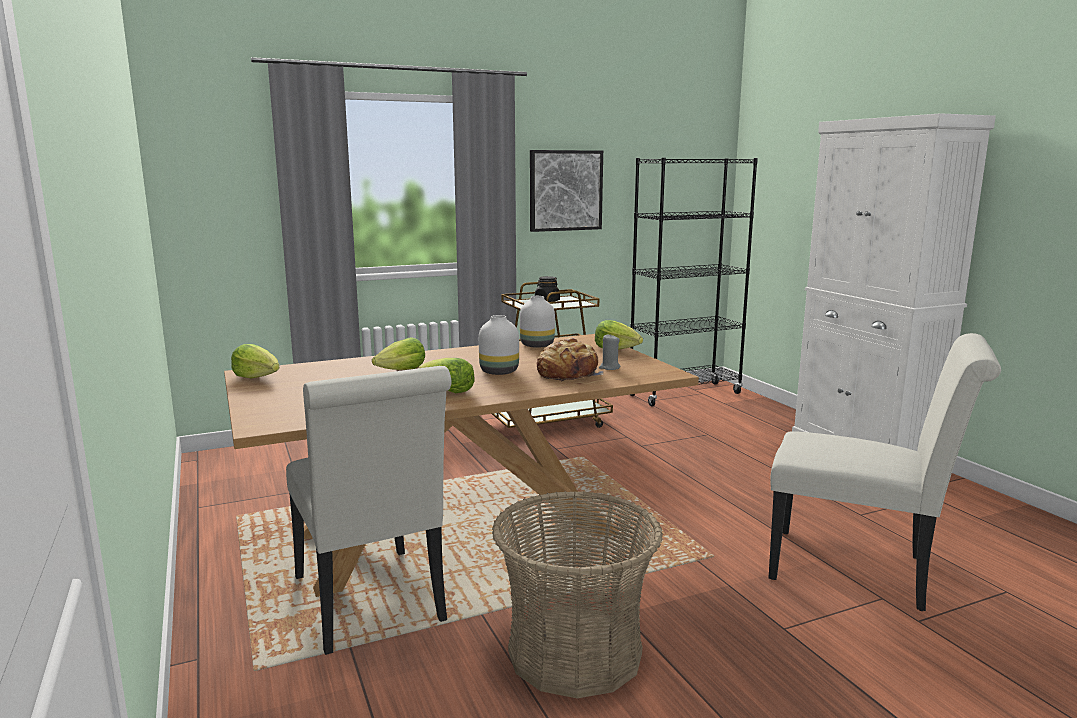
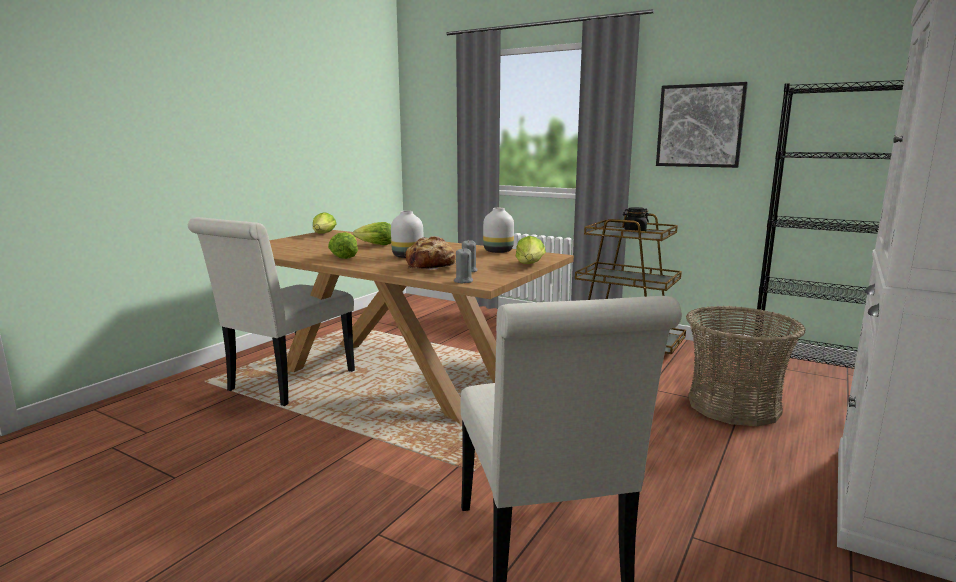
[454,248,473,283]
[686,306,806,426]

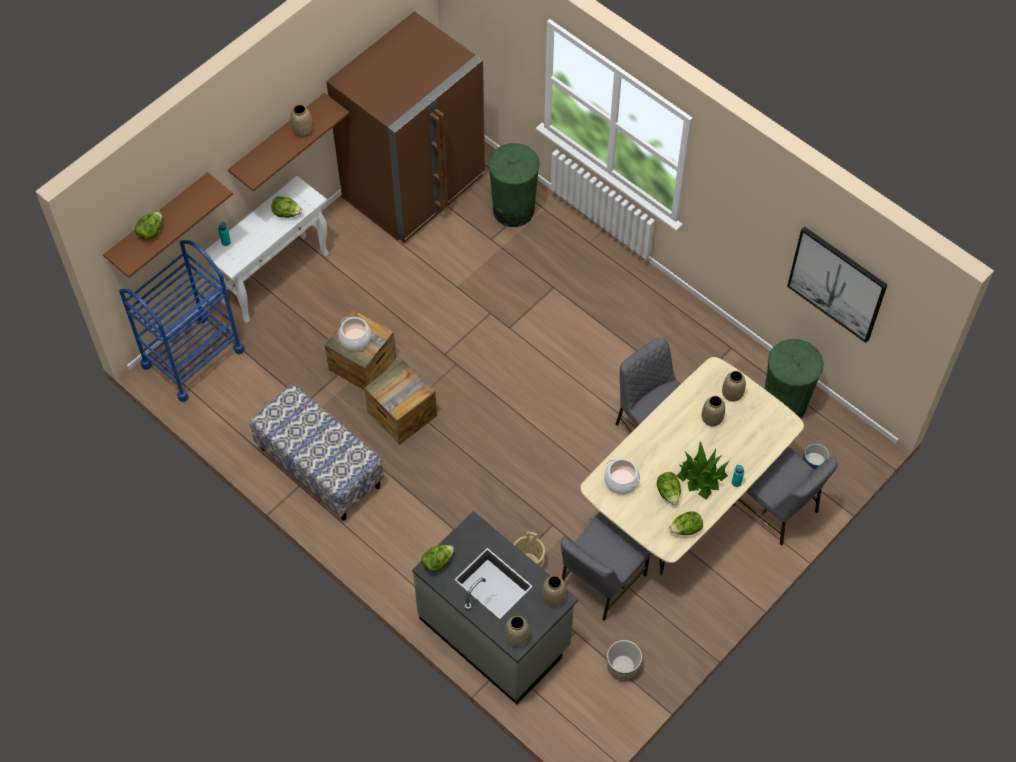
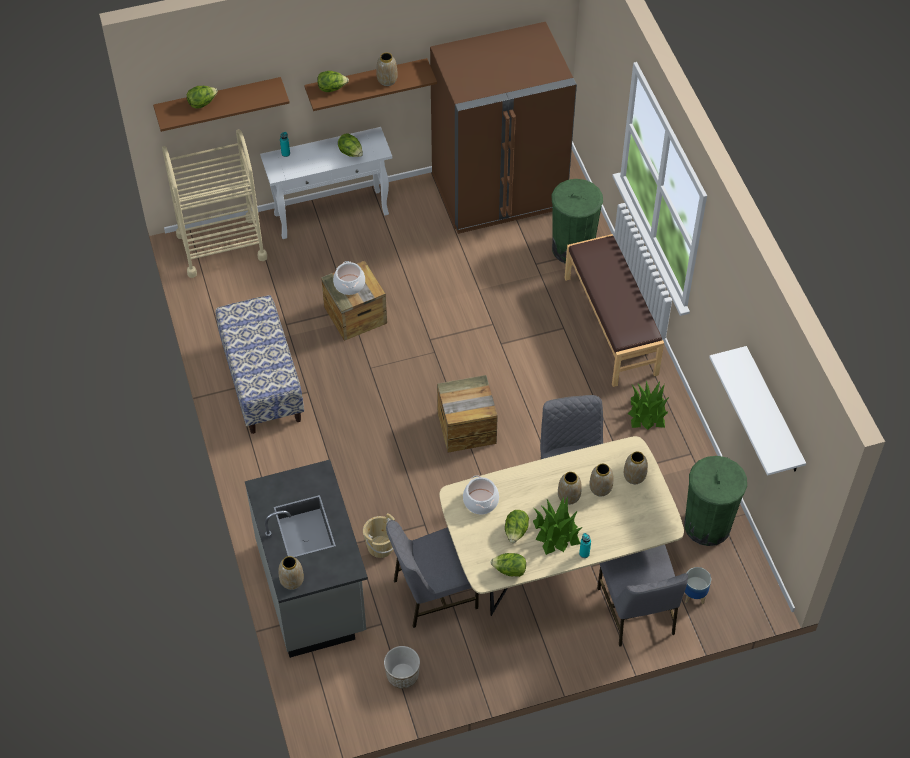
[162,130,267,278]
[317,71,349,92]
[437,375,498,452]
[558,472,582,505]
[565,234,664,387]
[627,381,669,430]
[709,346,806,476]

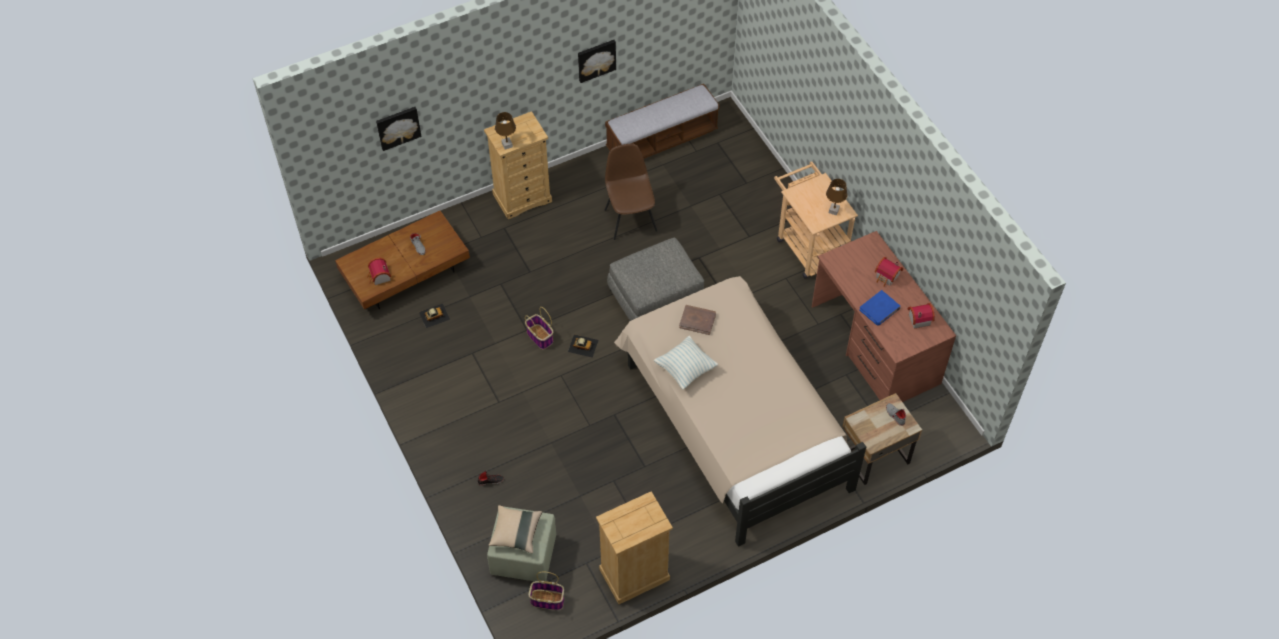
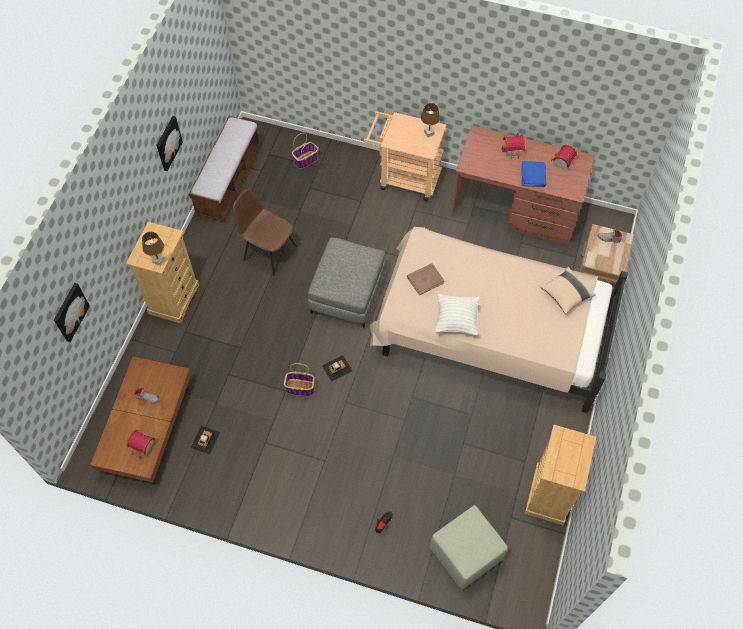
[292,133,319,169]
[539,267,596,314]

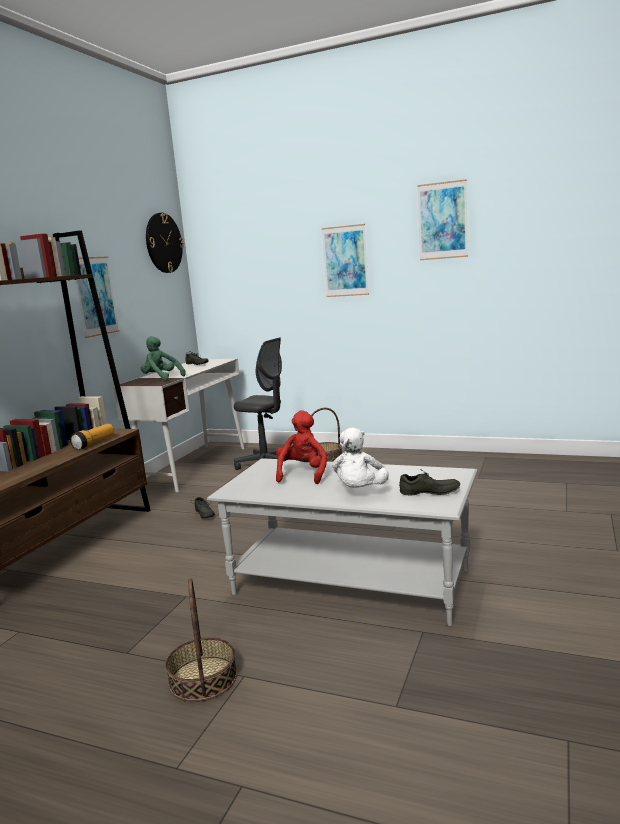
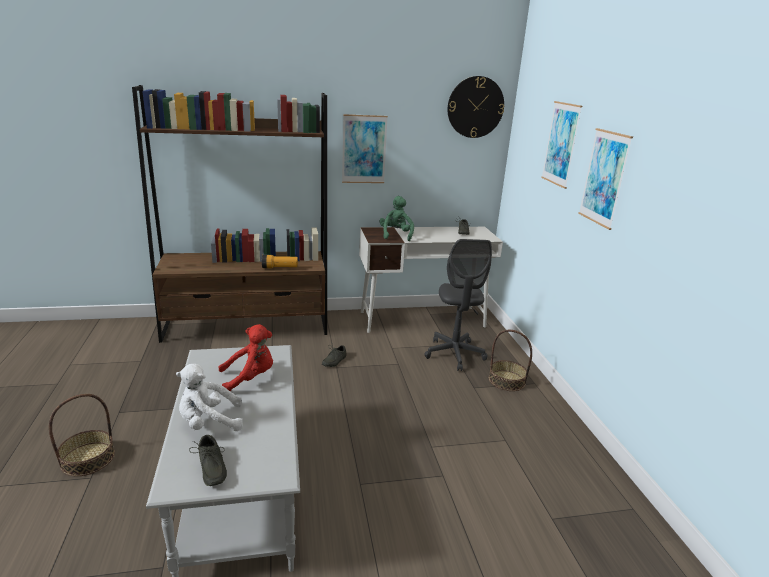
[541,101,582,189]

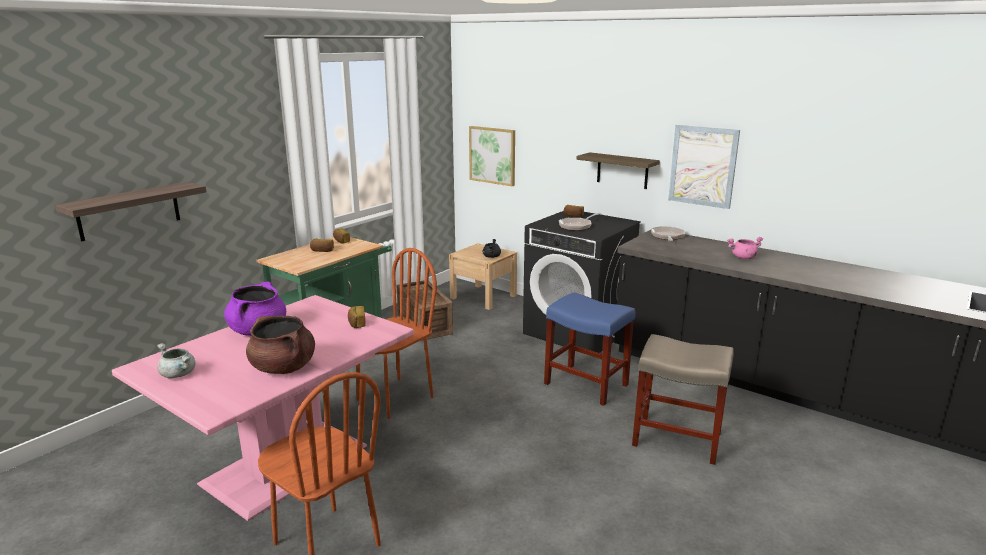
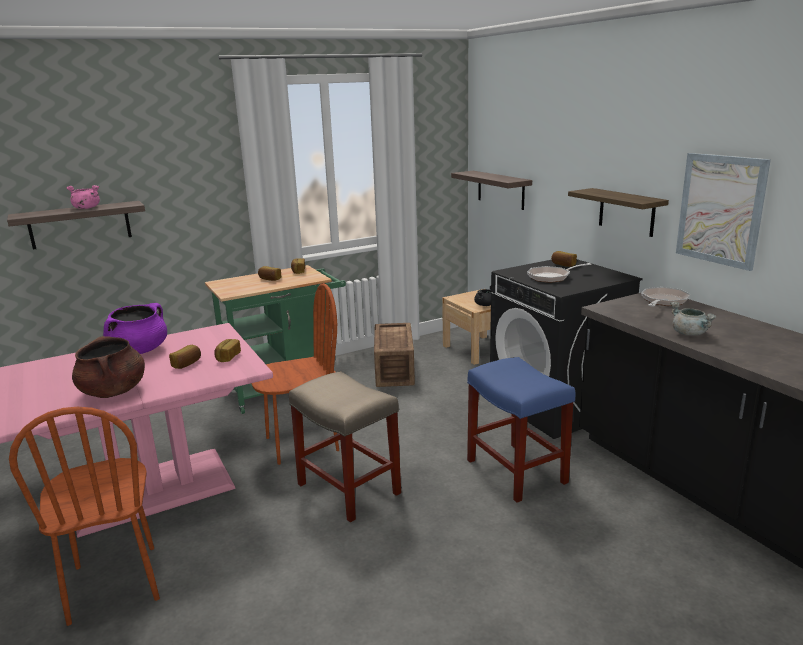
[66,185,100,209]
[169,345,201,369]
[289,371,401,522]
[451,171,532,210]
[670,302,717,336]

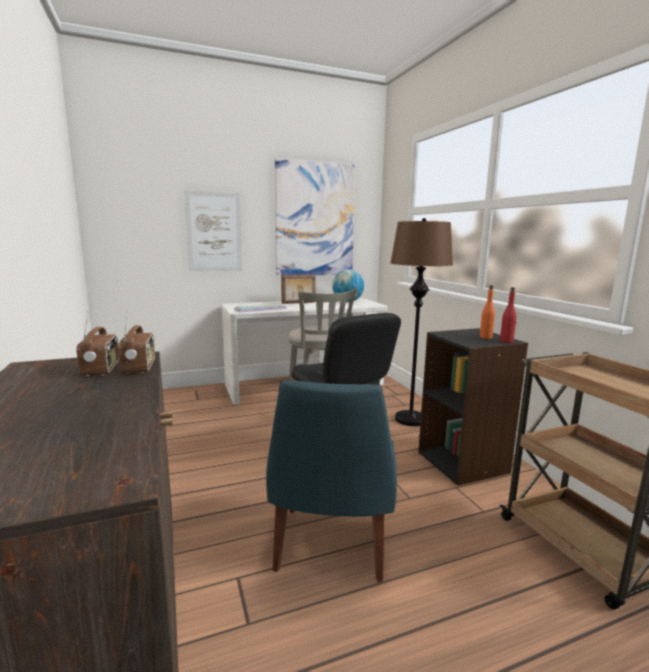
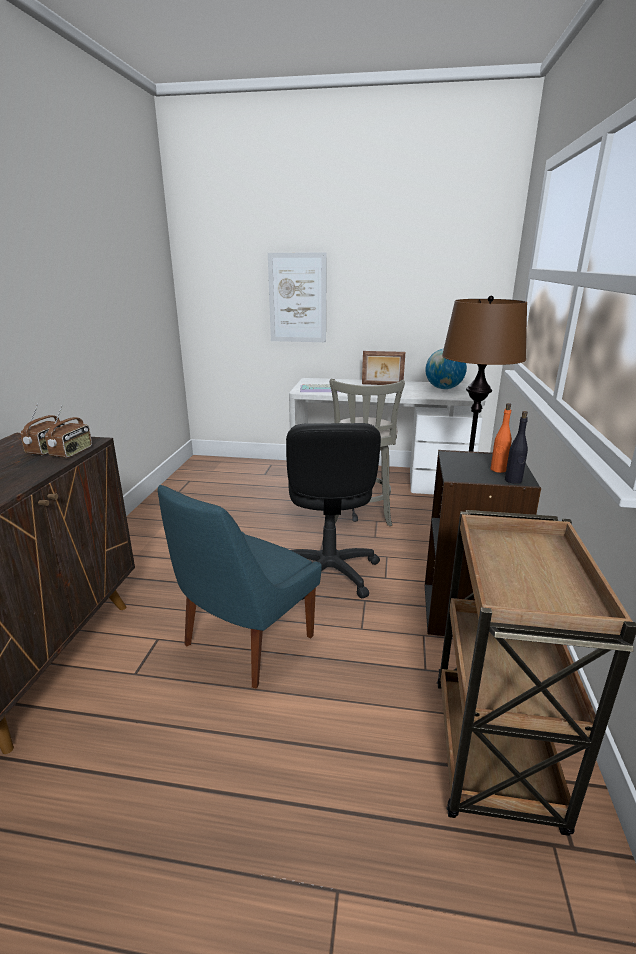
[505,411,528,484]
[275,158,356,276] (first image)

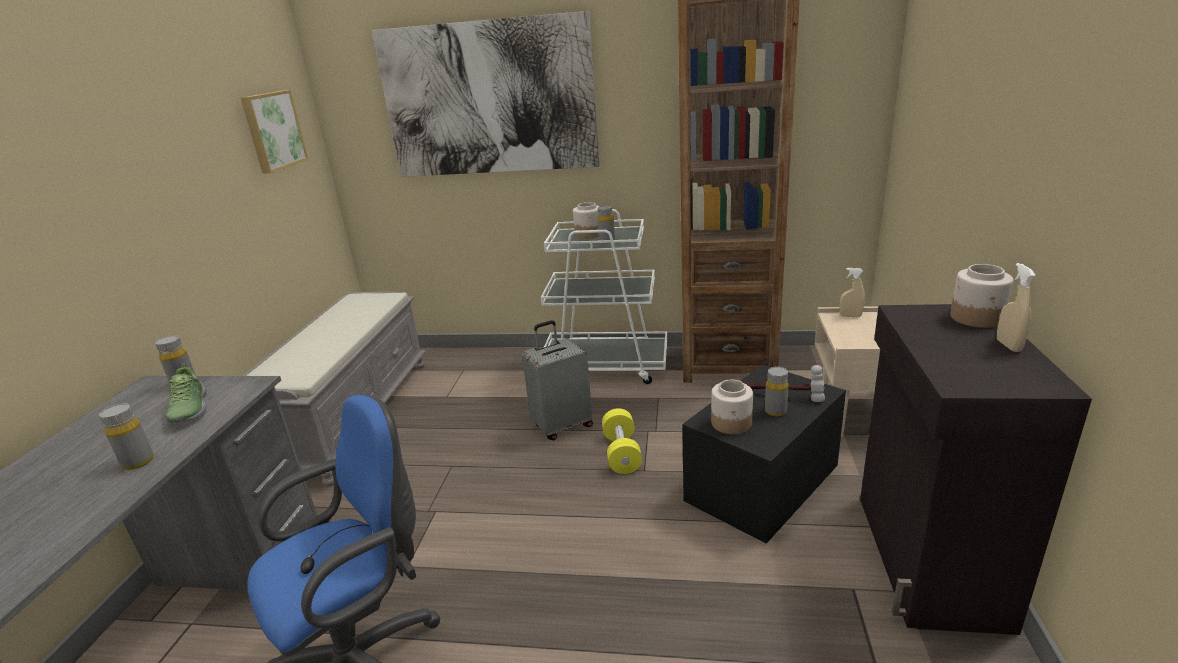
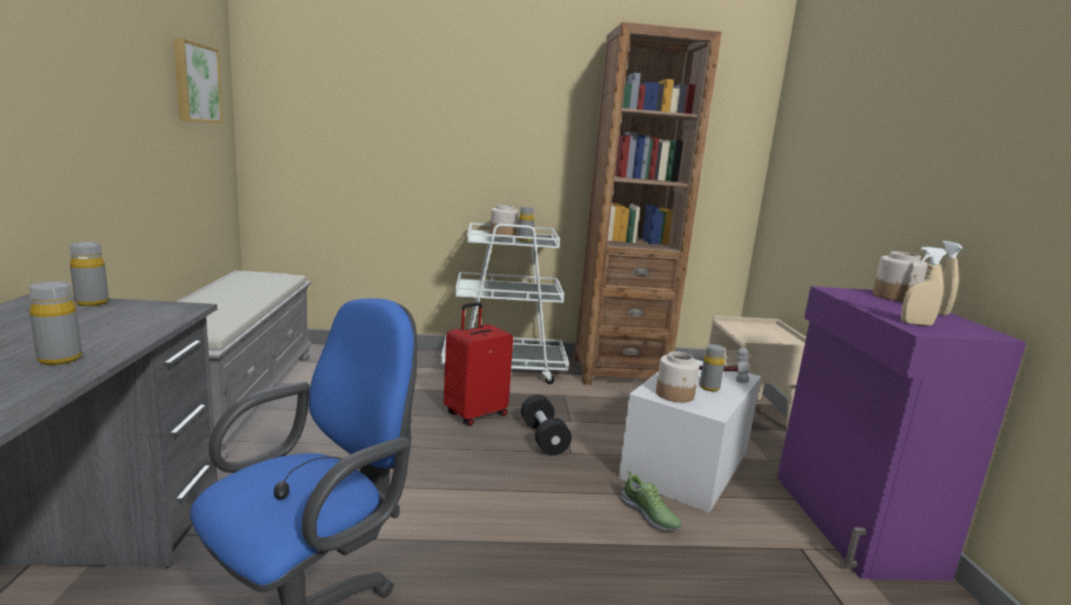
[444,302,513,426]
[521,395,572,455]
[619,359,761,513]
[621,471,682,531]
[777,286,1027,581]
[901,247,947,326]
[372,11,600,177] (first image)

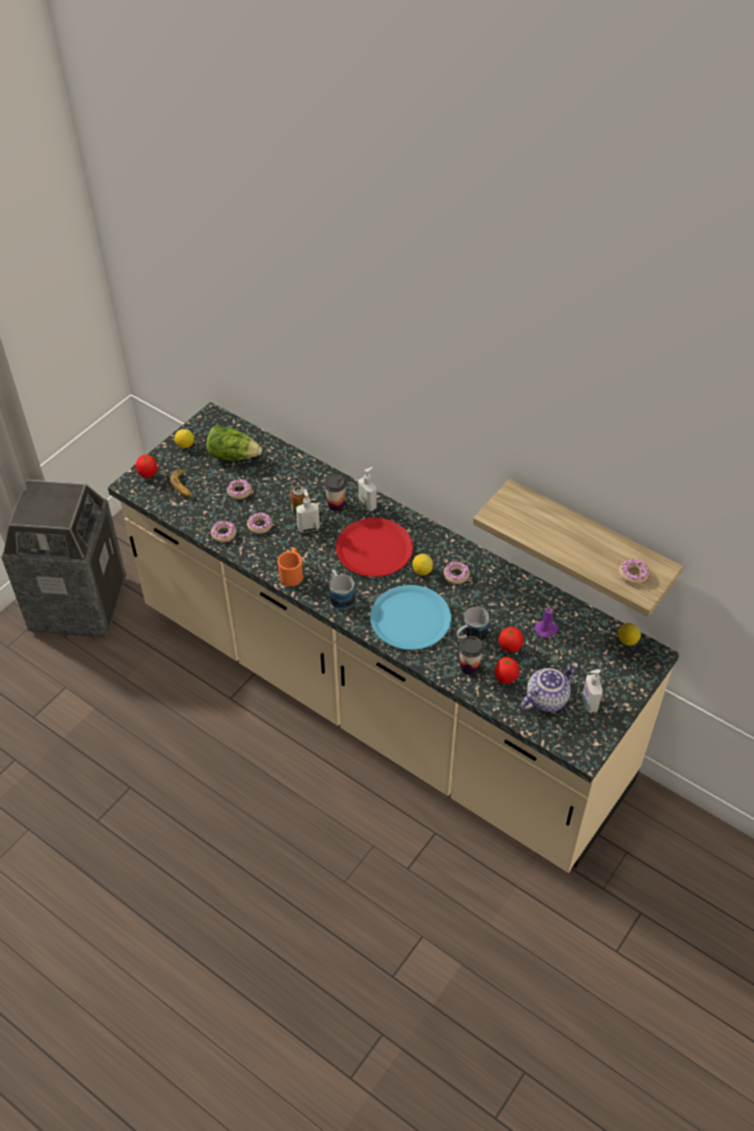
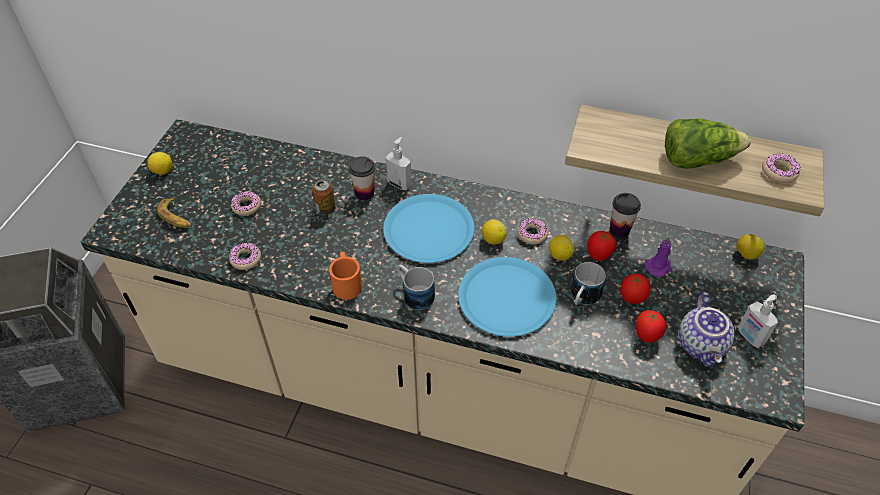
[383,194,475,263]
[549,235,574,261]
[587,231,616,261]
[610,193,641,238]
[665,119,751,169]
[679,292,735,367]
[247,513,273,534] (first image)
[296,489,320,533] (first image)

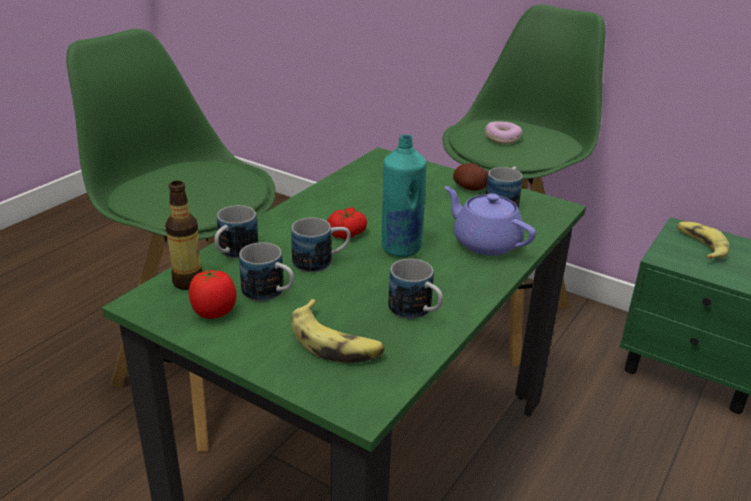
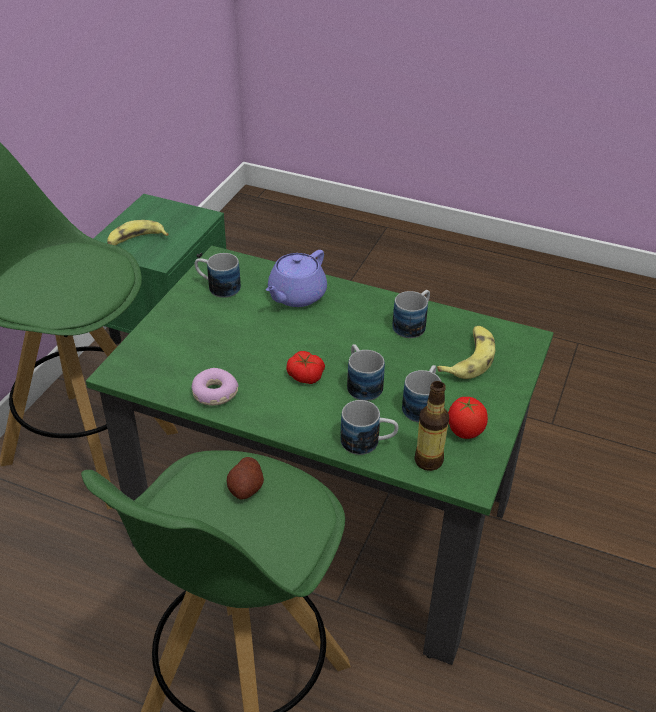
[191,368,238,406]
[227,457,264,499]
[382,134,426,257] (first image)

